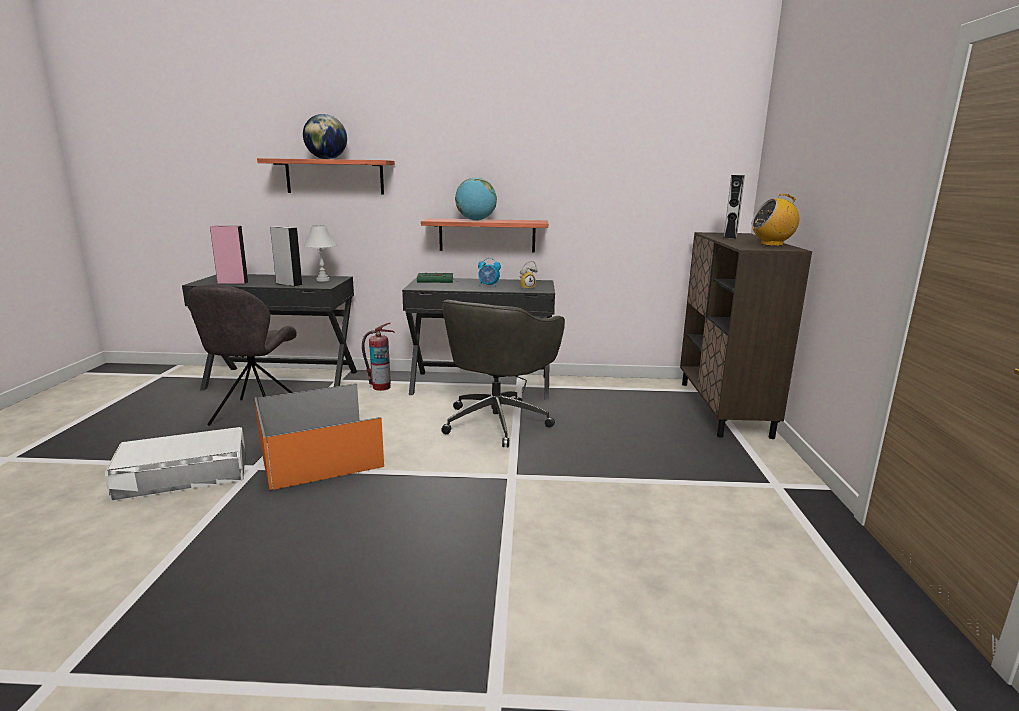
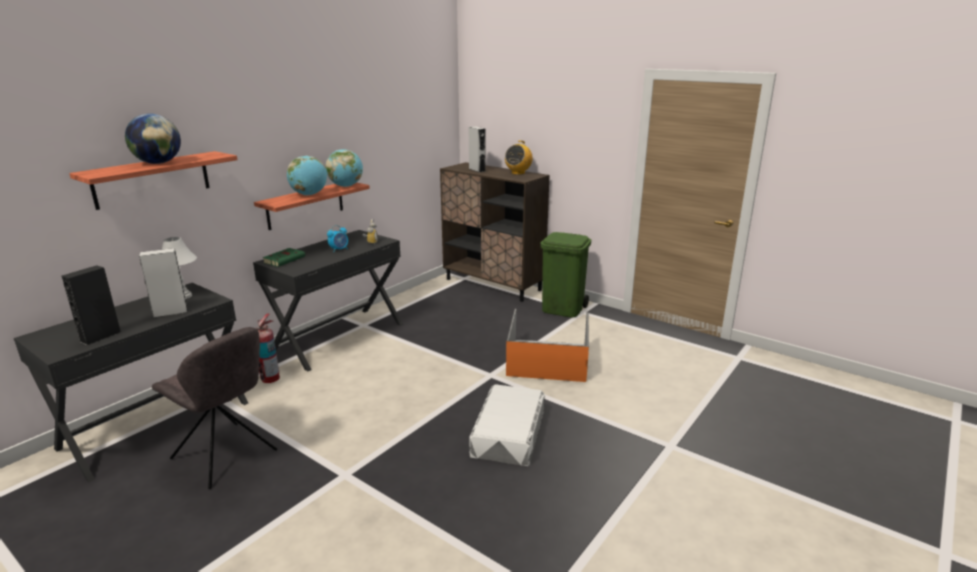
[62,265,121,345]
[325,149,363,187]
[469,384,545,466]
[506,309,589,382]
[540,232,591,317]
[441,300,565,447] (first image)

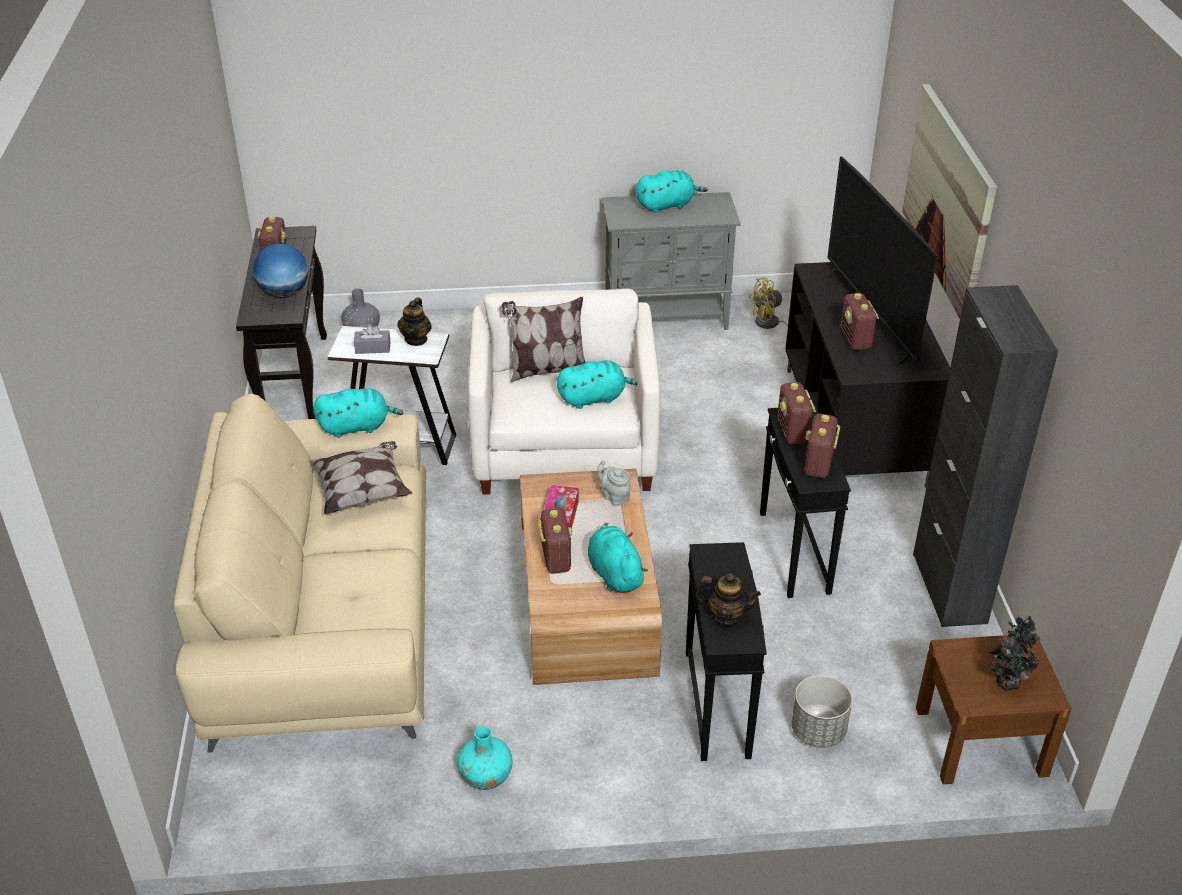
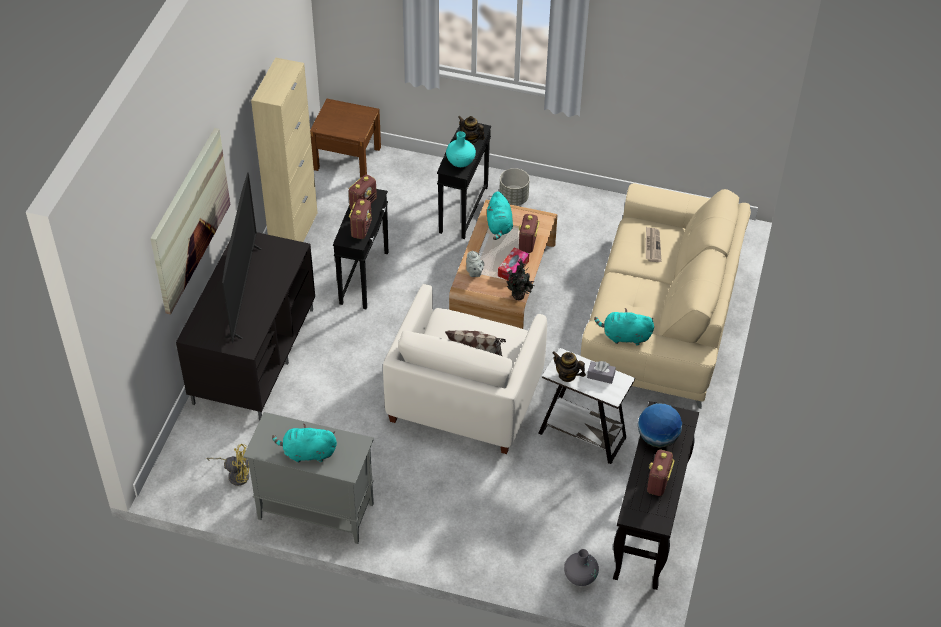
[251,57,318,242]
[446,131,476,167]
[499,168,530,206]
[506,259,534,300]
[552,351,586,382]
[646,227,662,262]
[309,441,412,514] (first image)
[557,360,638,409] (first image)
[841,293,879,350] (first image)

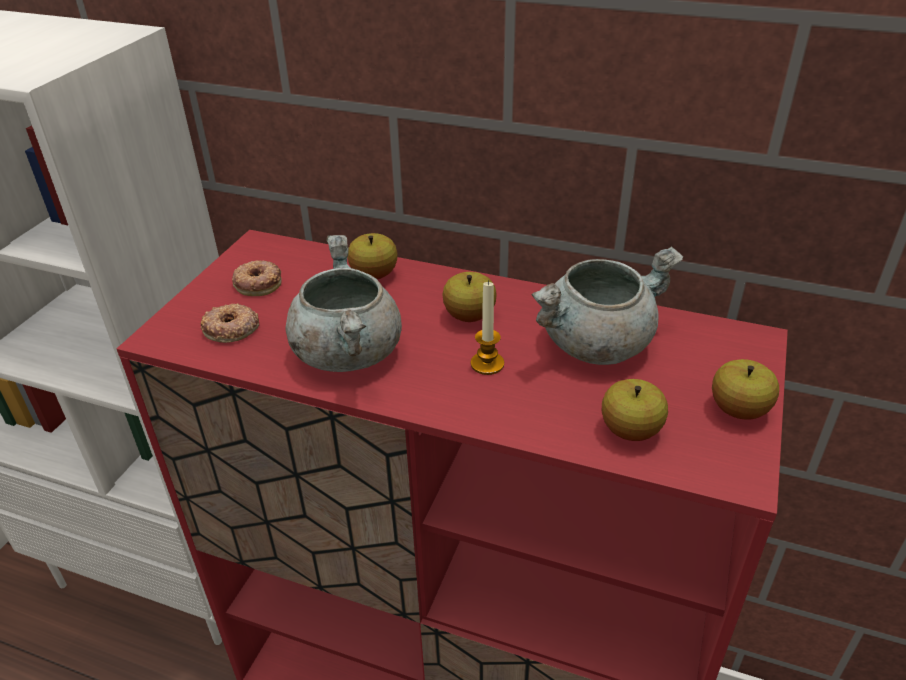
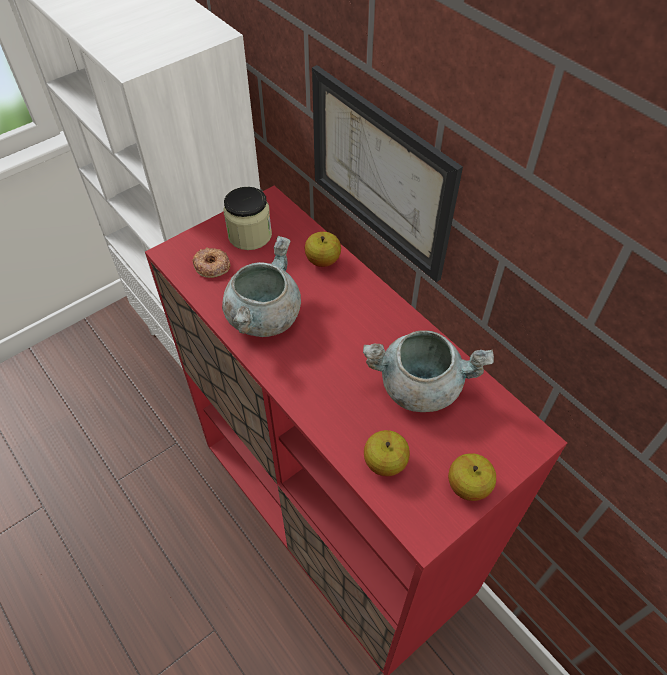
[224,187,272,250]
[312,65,463,282]
[443,272,497,322] (first image)
[471,280,504,375] (first image)

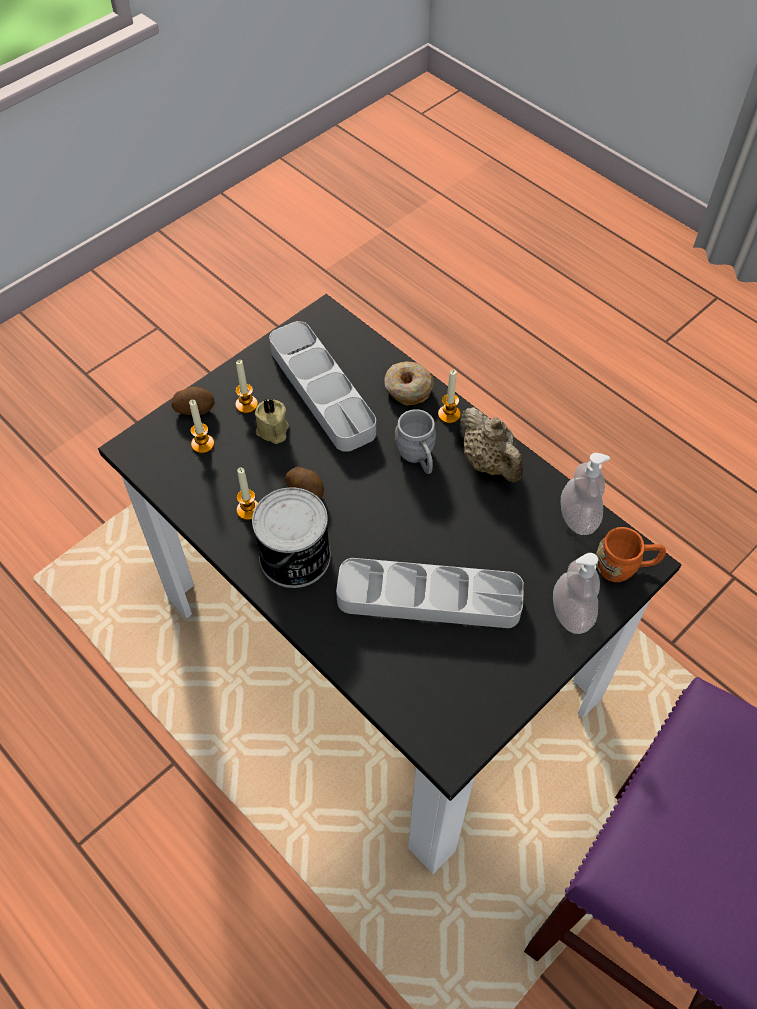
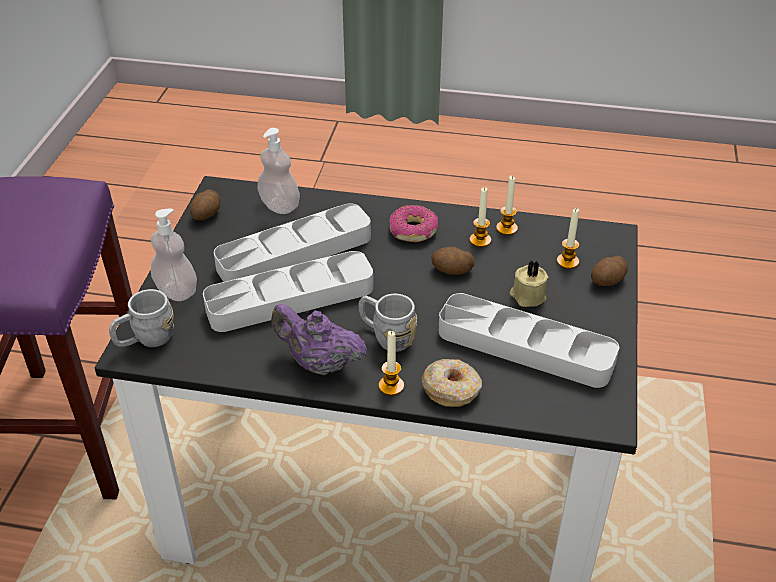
[109,289,174,347]
[190,190,220,220]
[203,251,373,332]
[257,128,300,214]
[271,304,367,375]
[389,205,438,242]
[496,176,518,235]

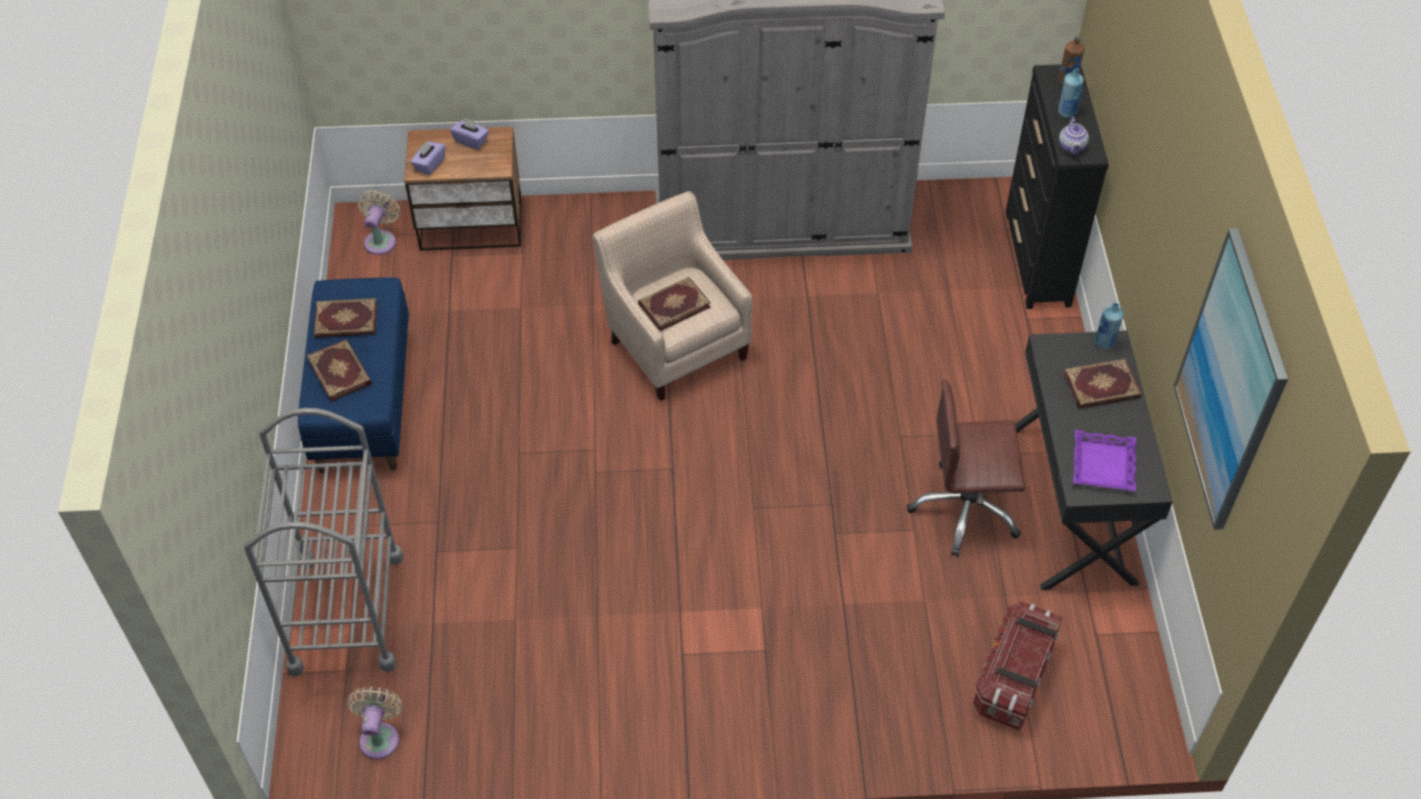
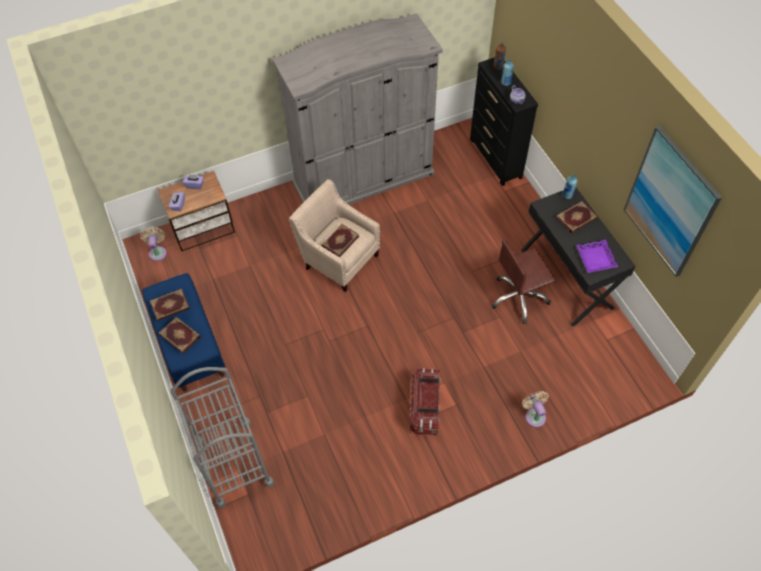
[410,368,441,435]
[522,391,548,427]

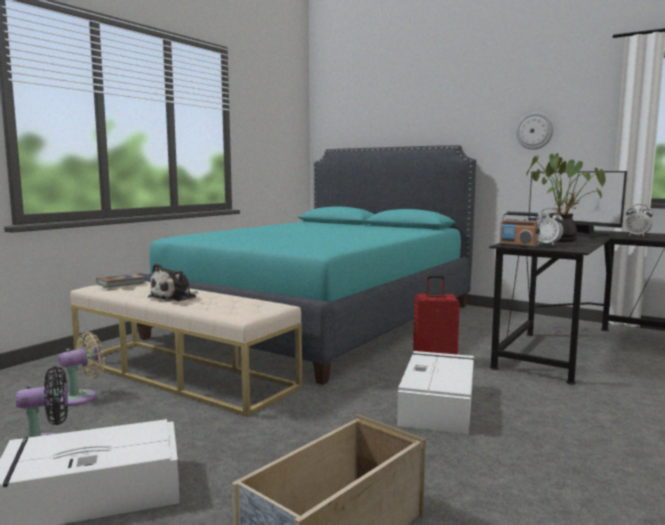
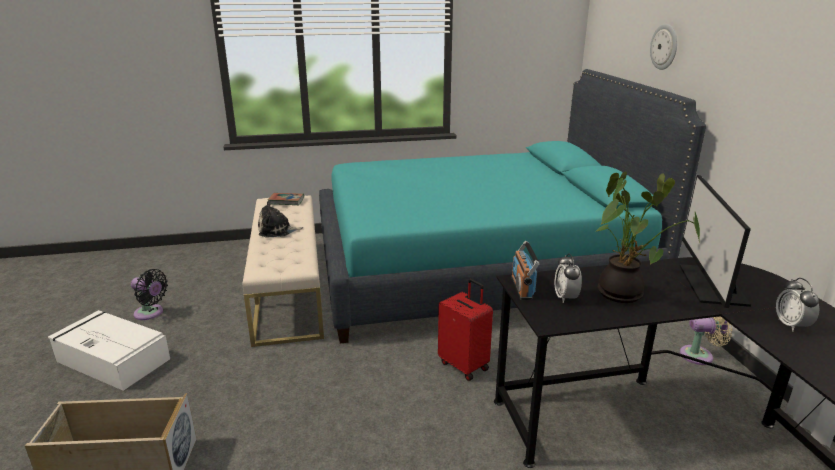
[650,24,677,70]
[680,316,733,365]
[397,351,474,434] (first image)

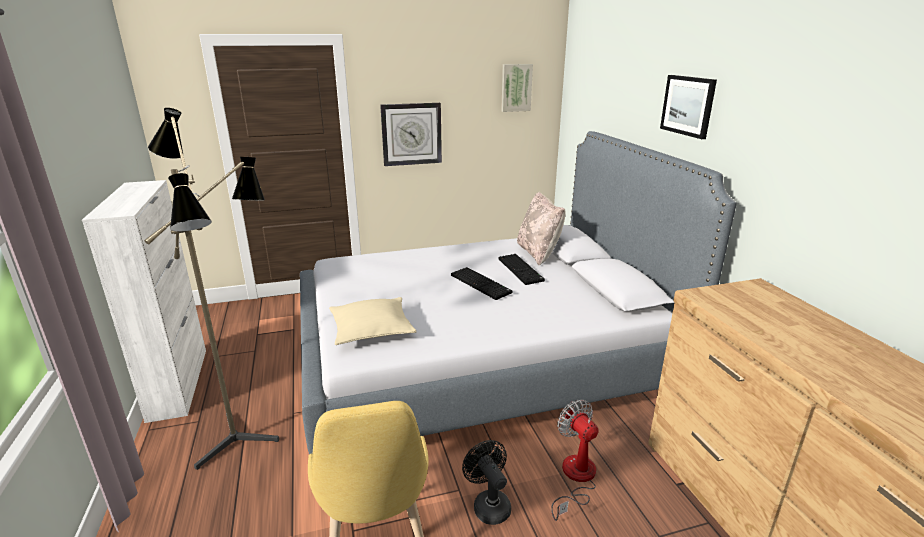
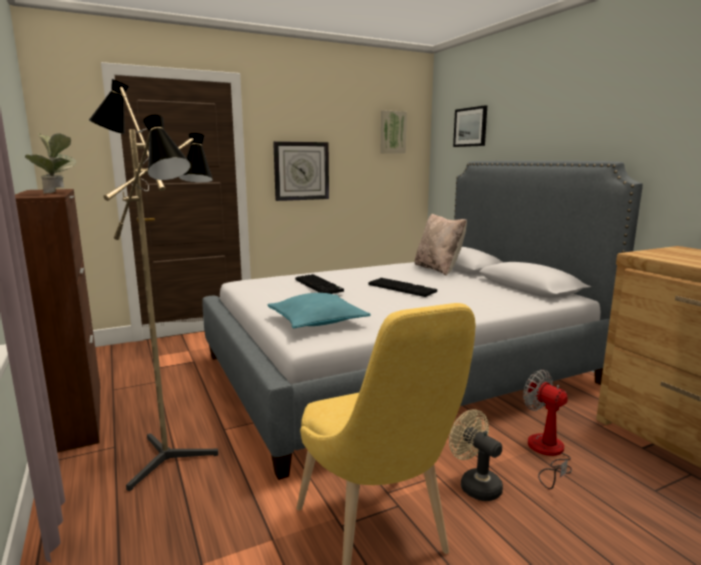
[15,189,100,453]
[25,133,76,194]
[267,293,371,328]
[295,274,344,294]
[449,409,503,501]
[453,105,487,147]

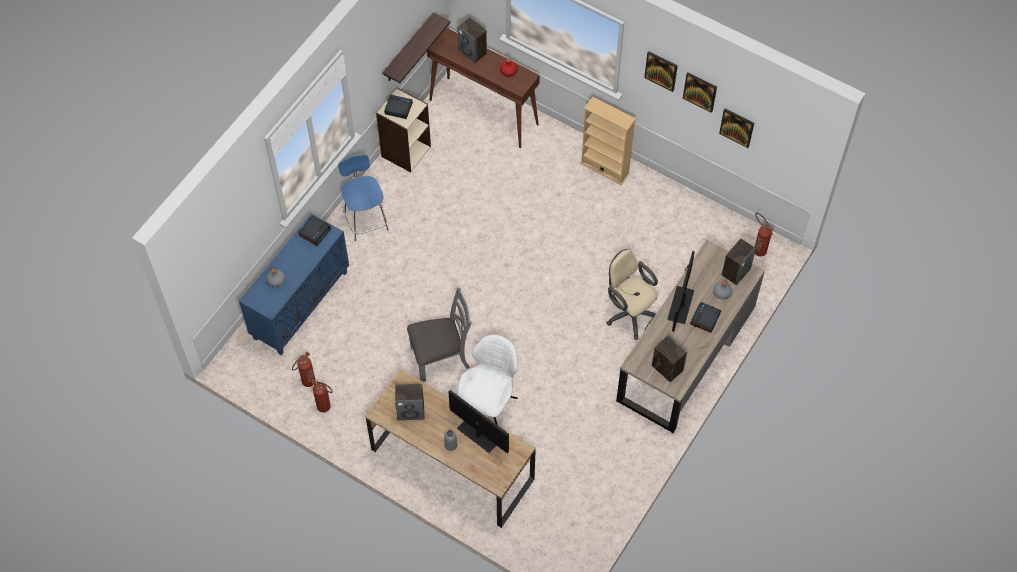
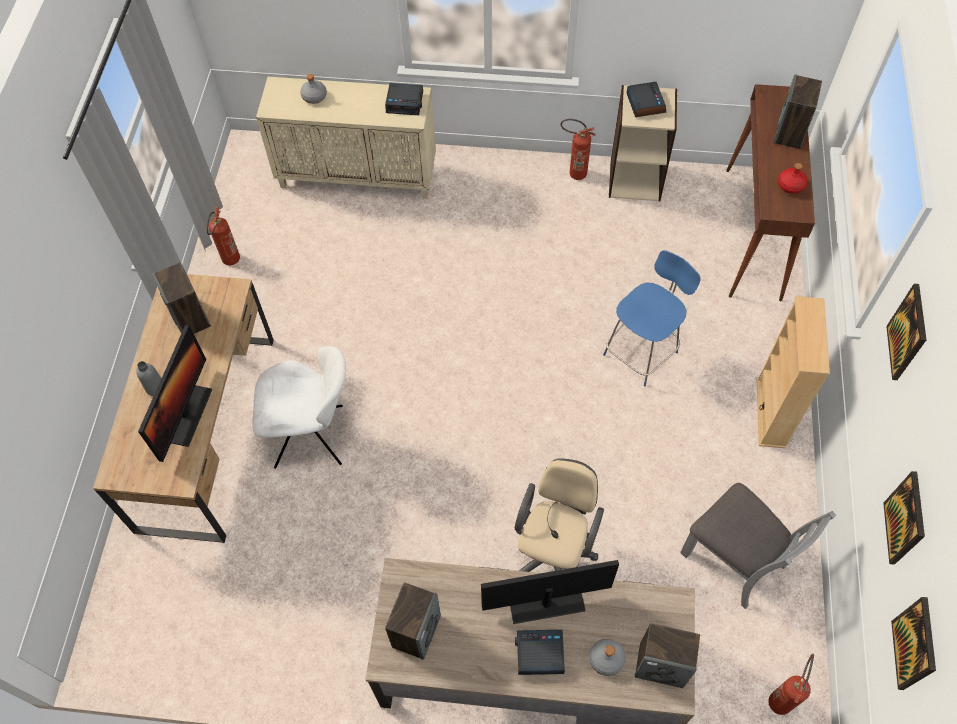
[256,77,436,199]
[561,119,595,180]
[603,250,701,386]
[680,483,836,609]
[891,597,936,690]
[383,12,451,83] (first image)

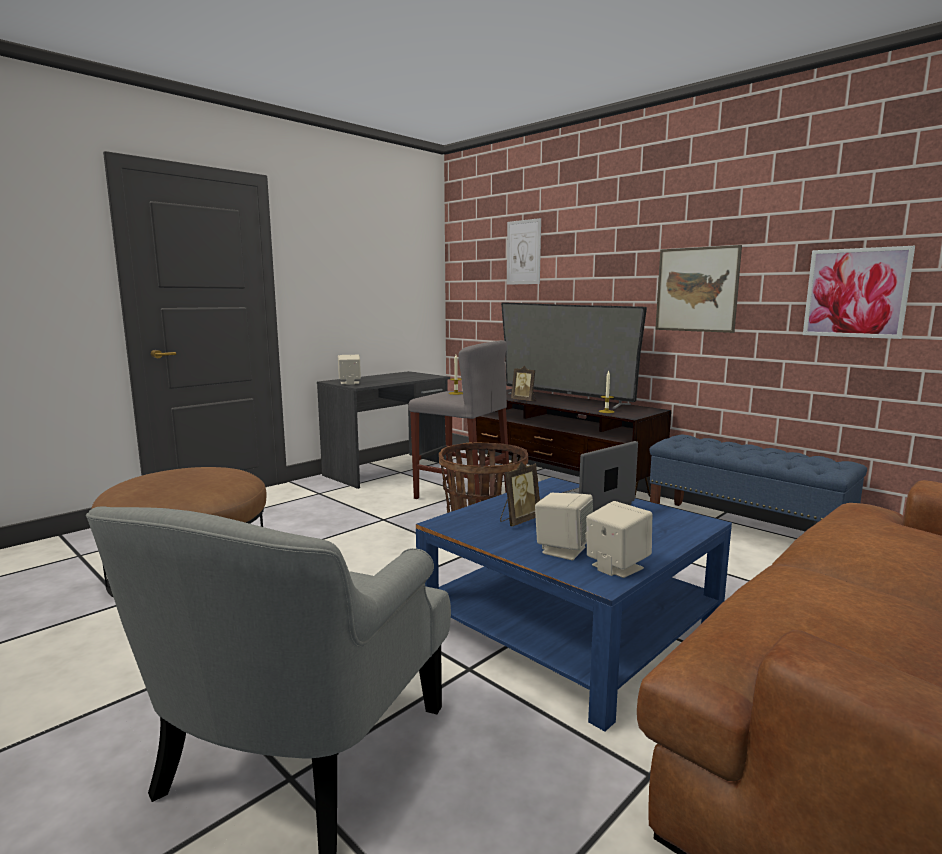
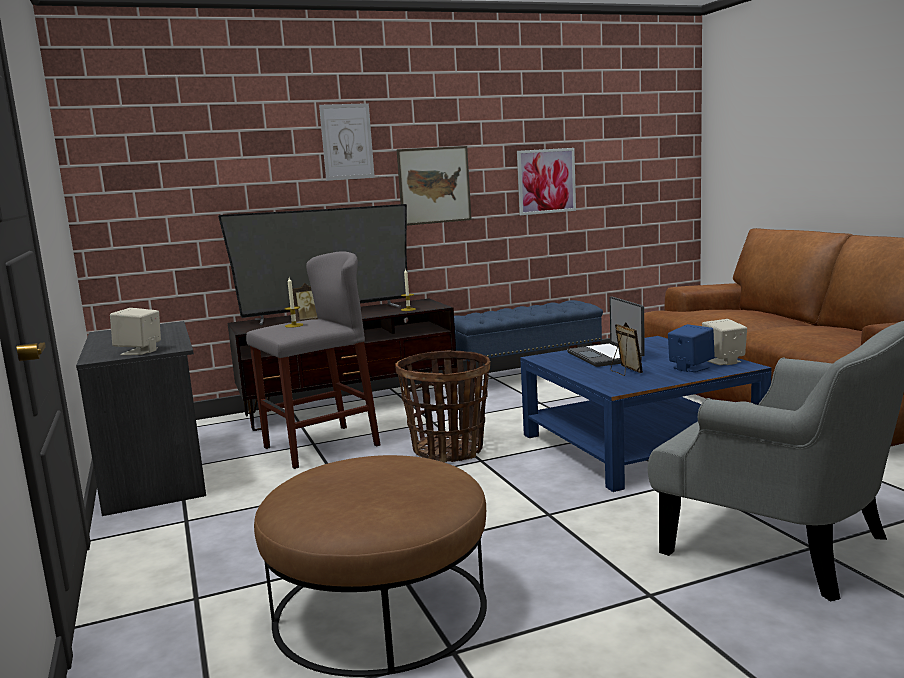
[319,103,375,181]
[668,324,715,372]

